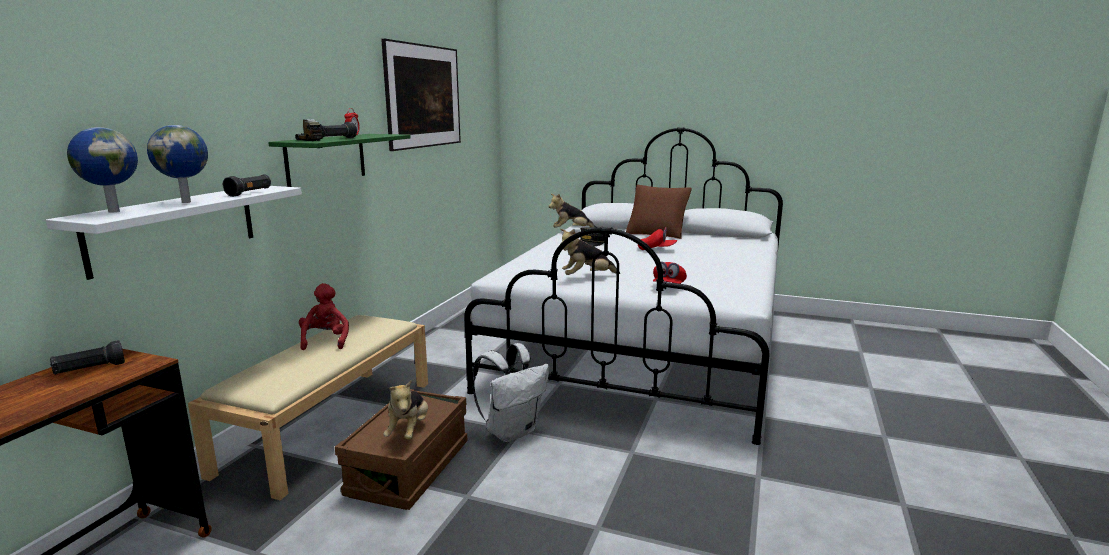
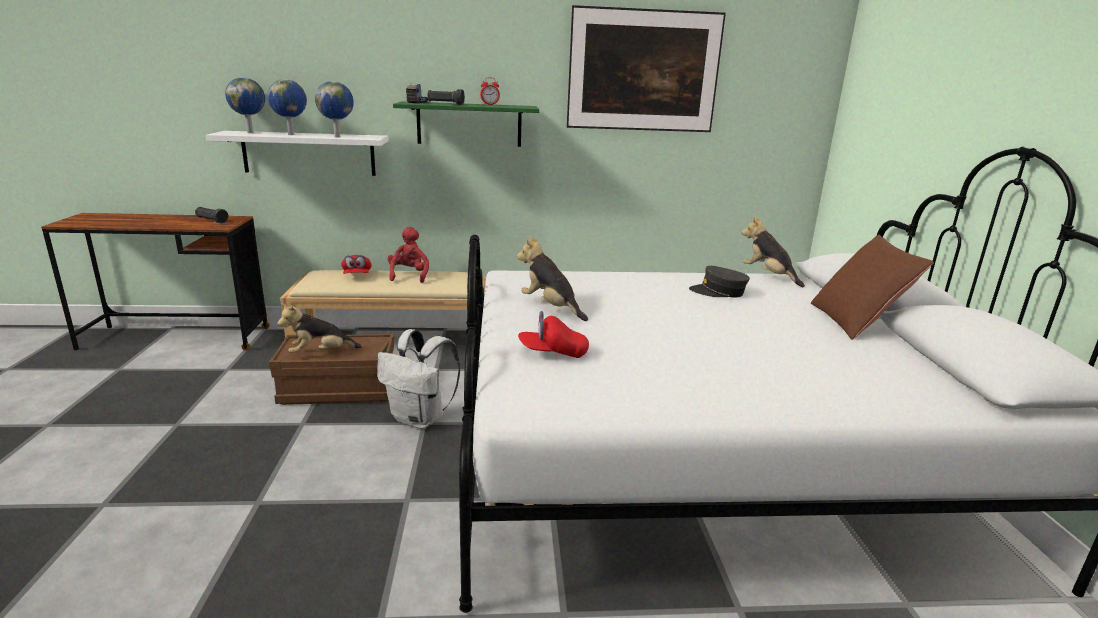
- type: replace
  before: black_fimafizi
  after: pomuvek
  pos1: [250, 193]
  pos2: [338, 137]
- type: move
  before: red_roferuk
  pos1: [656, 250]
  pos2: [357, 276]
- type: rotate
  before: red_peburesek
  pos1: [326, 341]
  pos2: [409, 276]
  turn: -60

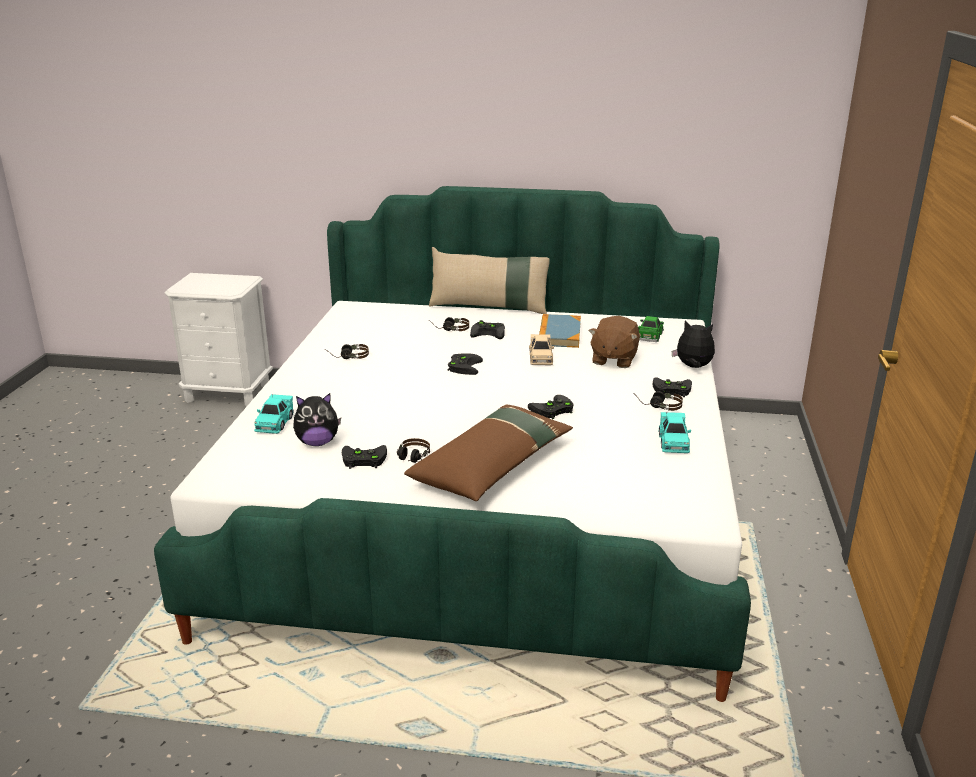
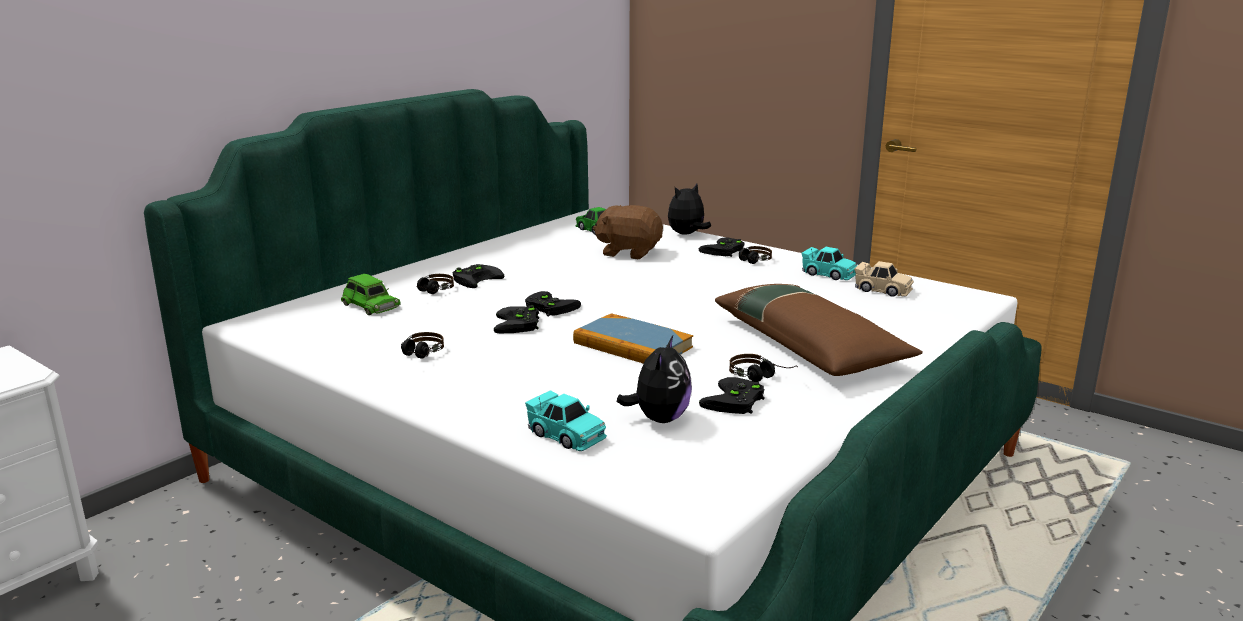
- type: insert
  after: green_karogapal
  pos2: [370, 305]
- type: move
  before: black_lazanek
  pos1: [552, 410]
  pos2: [519, 324]
- type: move
  before: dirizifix
  pos1: [559, 334]
  pos2: [632, 345]
- type: rotate
  before: brown_peburesek
  pos1: [613, 359]
  pos2: [629, 252]
  turn: 150
- type: move
  before: beige_karogapal
  pos1: [540, 358]
  pos2: [882, 290]
- type: delete
  before: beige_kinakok
  pos1: [489, 307]

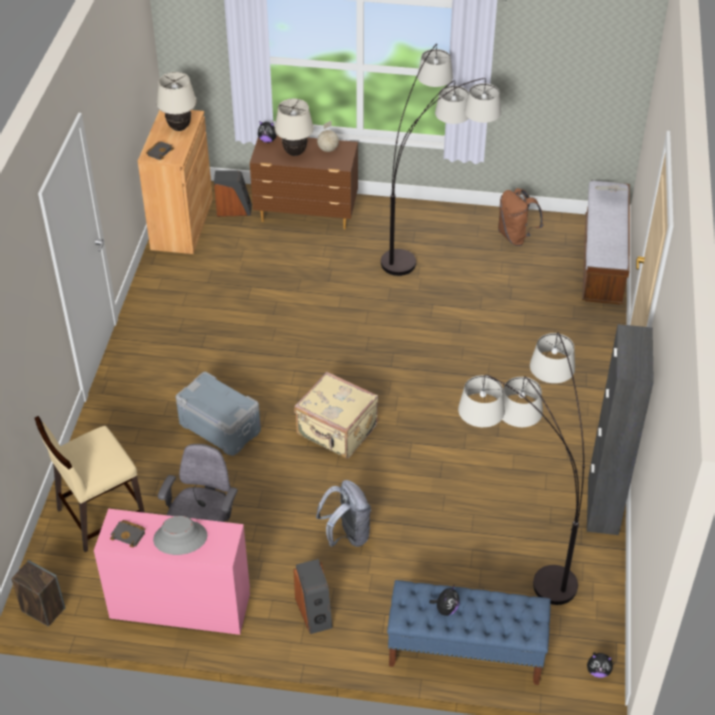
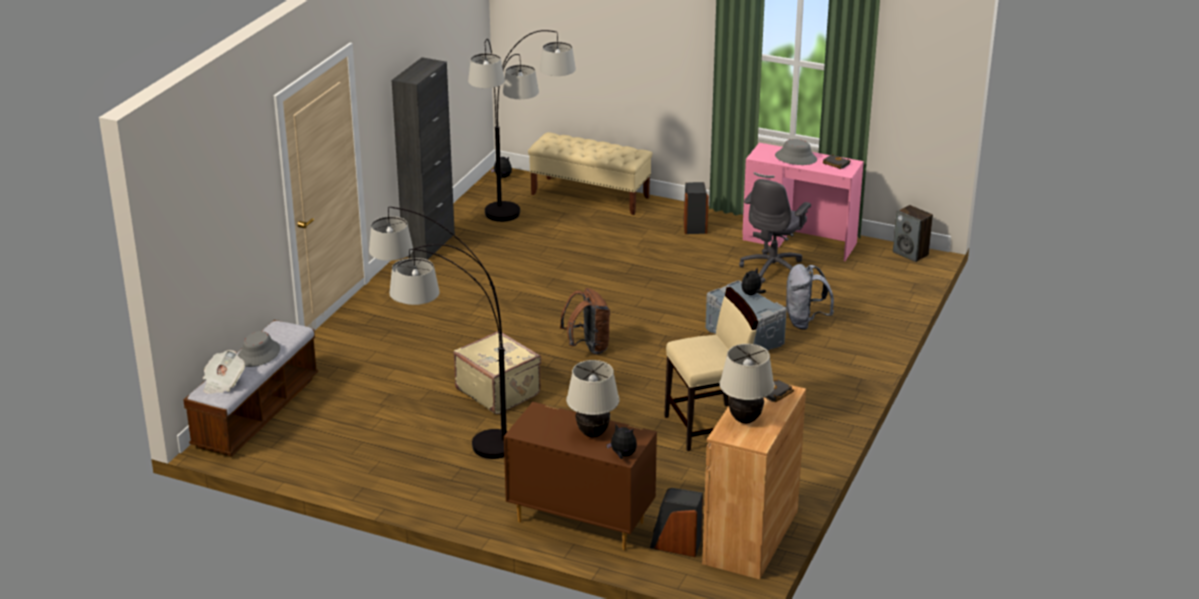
- type: insert
  after: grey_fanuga
  pos2: [259, 354]
- type: move
  before: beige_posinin
  pos1: [336, 431]
  pos2: [499, 391]
- type: recolor
  before: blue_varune
  after: beige_varune
  pos1: [465, 652]
  pos2: [590, 196]
- type: move
  before: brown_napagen
  pos1: [516, 237]
  pos2: [588, 347]
- type: move
  before: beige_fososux
  pos1: [100, 515]
  pos2: [709, 427]
- type: move
  before: peburesek
  pos1: [445, 609]
  pos2: [752, 294]
- type: move
  before: grey_napagen
  pos1: [346, 535]
  pos2: [805, 322]
- type: delete
  before: pomuvek
  pos1: [328, 149]

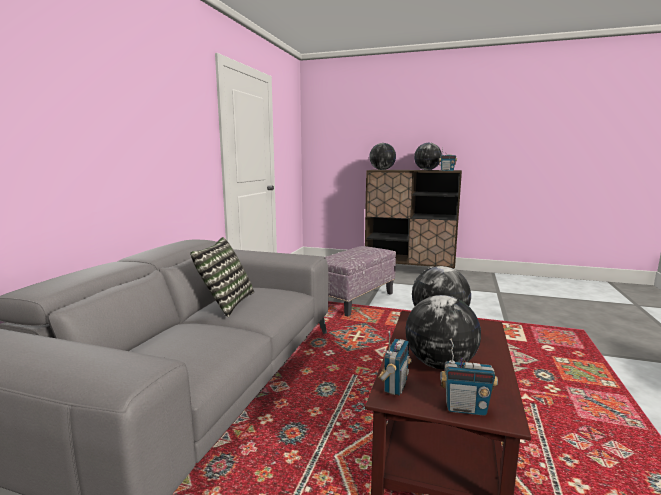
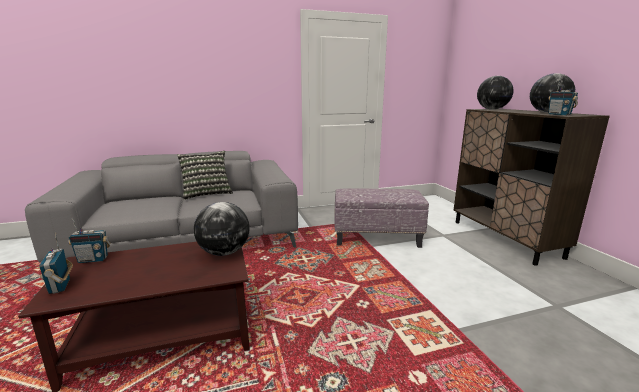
- type: delete
  before: pomuvek
  pos1: [440, 365]

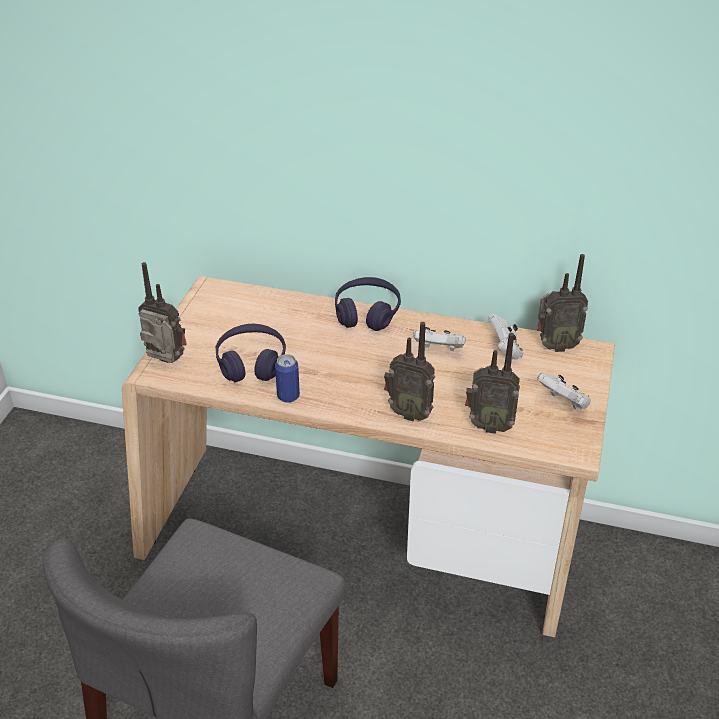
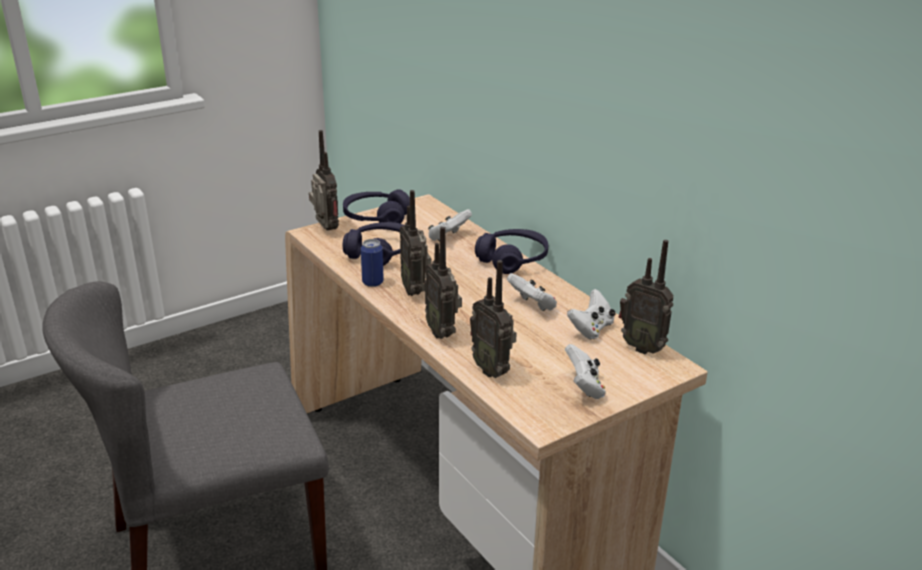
- type: insert
  after: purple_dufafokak
  pos2: [376, 218]
- type: insert
  after: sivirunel
  pos2: [415, 290]
- type: insert
  after: white_lazanek
  pos2: [448, 237]

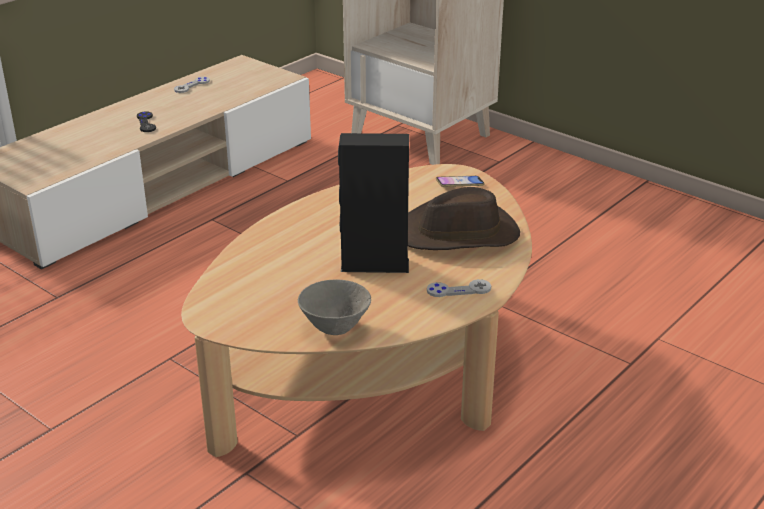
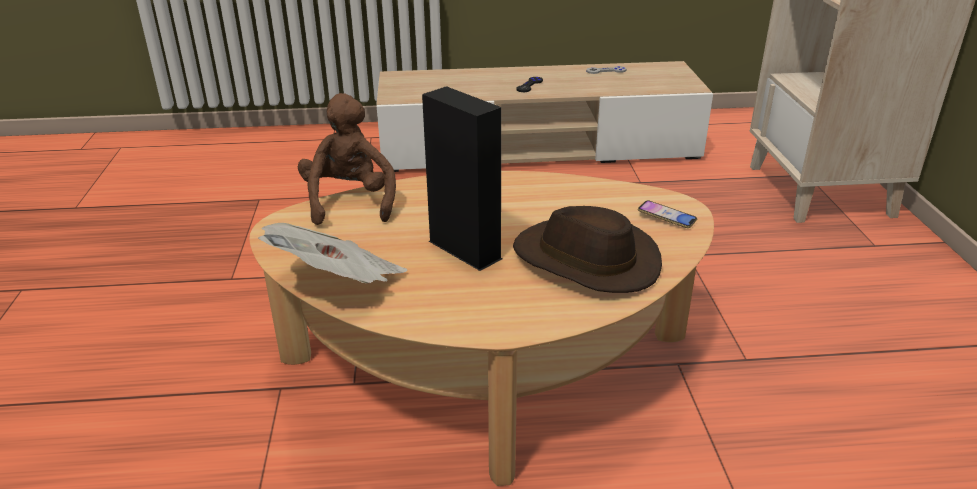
- type: replace
  before: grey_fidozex
  after: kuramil
  pos1: [334, 328]
  pos2: [339, 283]
- type: insert
  after: brown_peburesek
  pos2: [350, 202]
- type: delete
  before: grey_lazanek
  pos1: [458, 290]

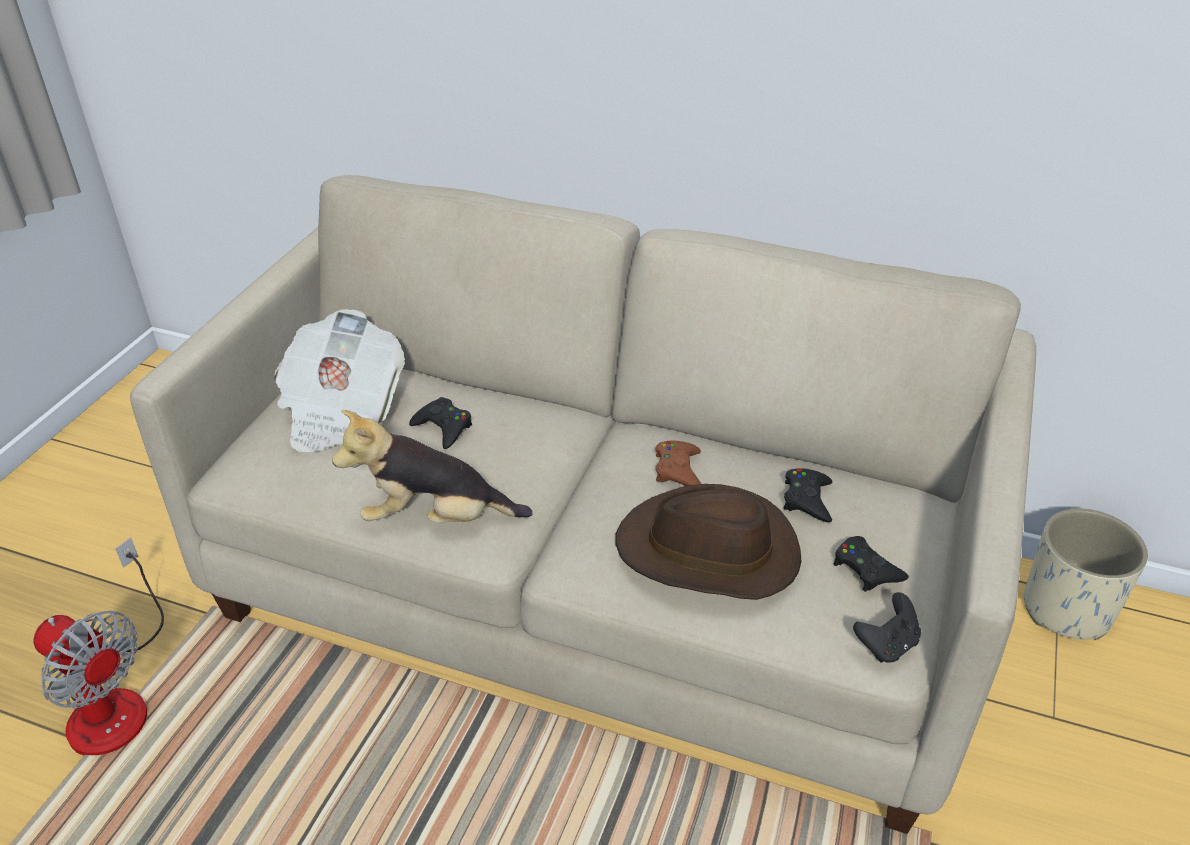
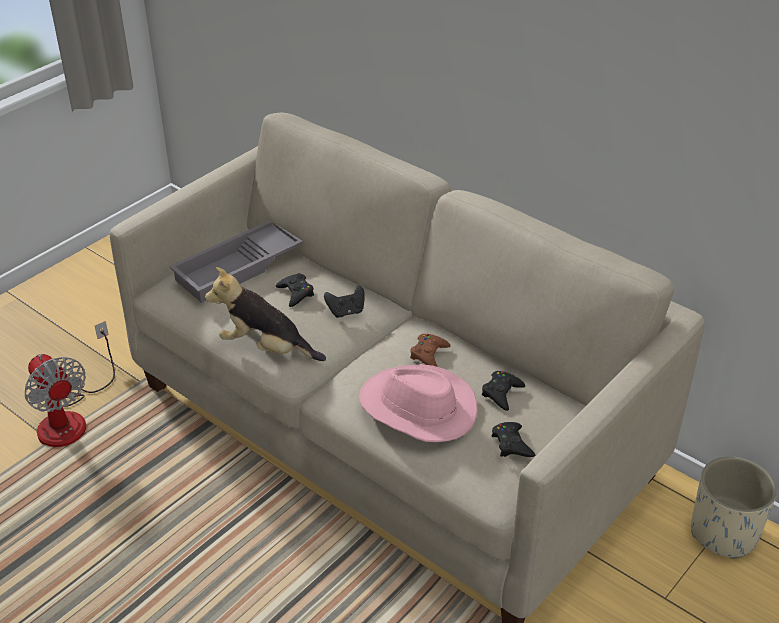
- type: replace
  before: kuramil
  after: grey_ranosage
  pos1: [341, 411]
  pos2: [238, 268]
- type: move
  before: black_lazanek
  pos1: [886, 645]
  pos2: [346, 312]
- type: recolor
  before: brown_fanuga
  after: pink_fanuga
  pos1: [708, 552]
  pos2: [417, 408]

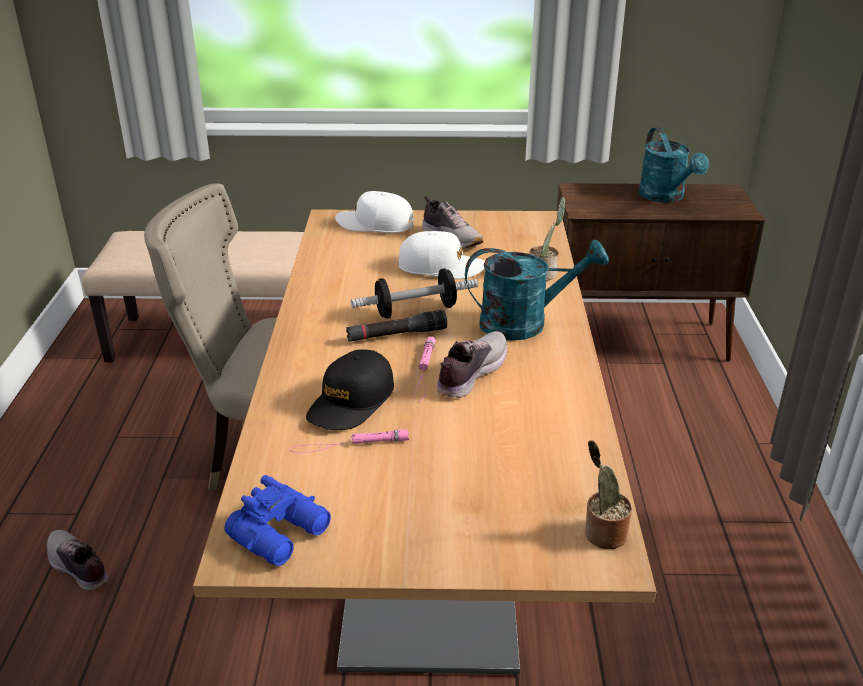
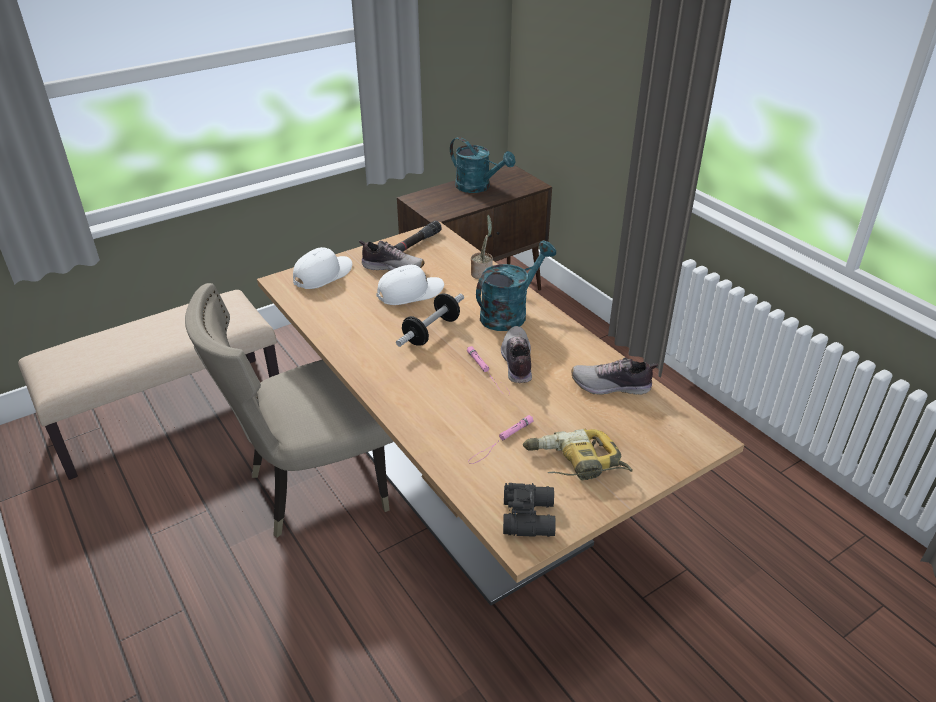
- type: rotate
  before: white_roferuk
  pos1: [375, 224]
  pos2: [323, 274]
  turn: 150
- type: move
  before: black_fimafizi
  pos1: [396, 335]
  pos2: [417, 243]
- type: recolor
  before: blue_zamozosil
  after: black_zamozosil
  pos1: [282, 533]
  pos2: [530, 516]
- type: insert
  after: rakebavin
  pos2: [574, 463]
- type: move
  before: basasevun
  pos1: [78, 568]
  pos2: [611, 386]
- type: delete
  before: black_roferuk
  pos1: [351, 402]
- type: delete
  before: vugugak
  pos1: [602, 533]

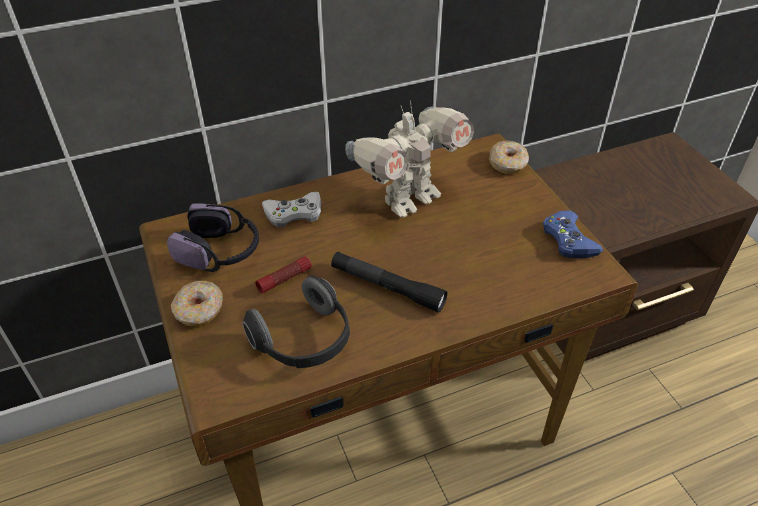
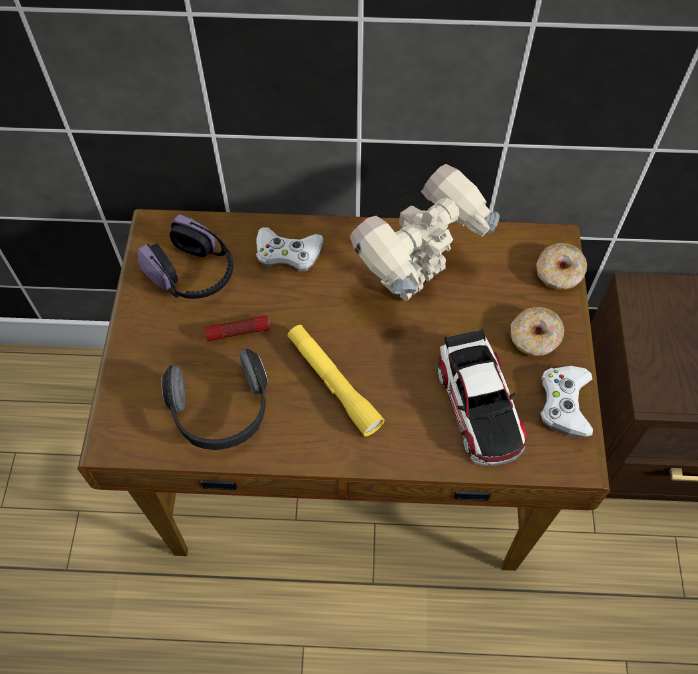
- type: recolor
  before: black_fimafizi
  after: yellow_fimafizi
  pos1: [387, 287]
  pos2: [333, 383]
- type: rotate
  before: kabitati
  pos1: [408, 199]
  pos2: [417, 279]
  turn: 150
- type: insert
  after: karogapal
  pos2: [479, 404]
- type: move
  before: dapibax
  pos1: [199, 310]
  pos2: [535, 337]
- type: recolor
  before: blue_lazanek
  after: white_lazanek
  pos1: [569, 240]
  pos2: [564, 403]

